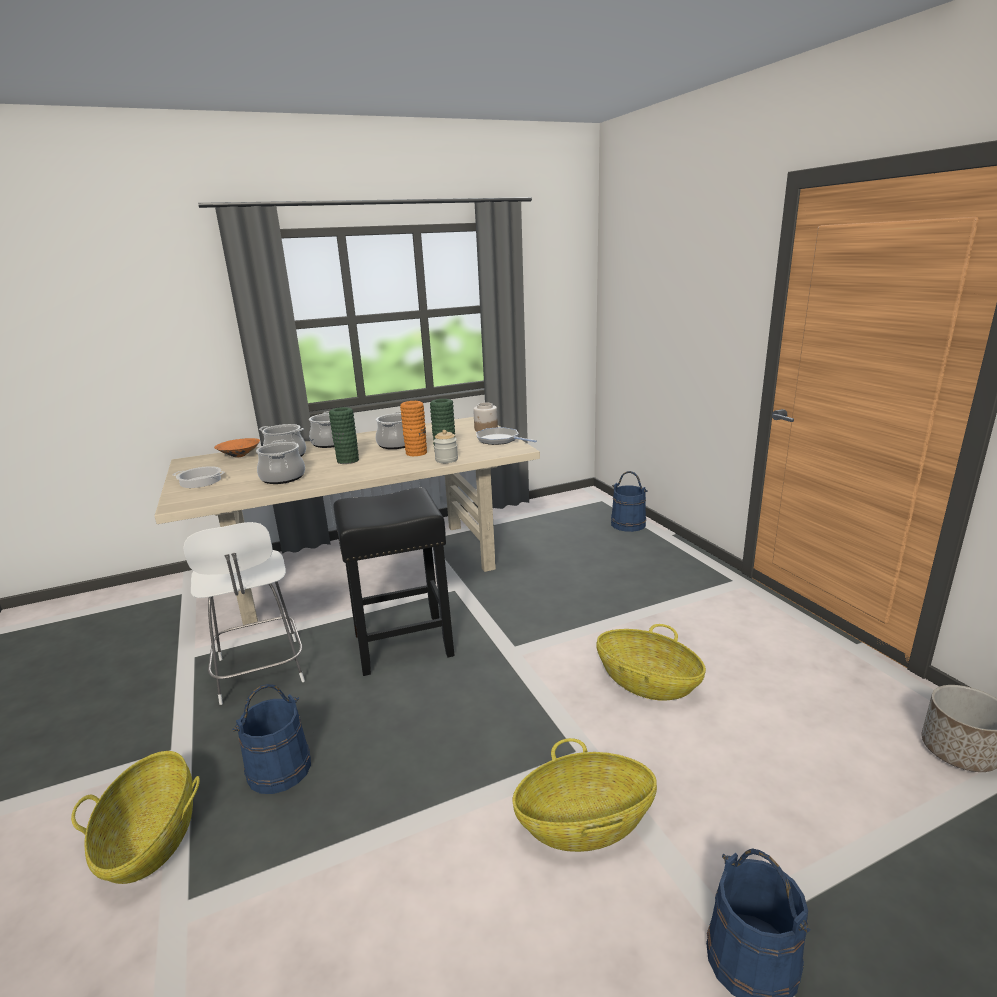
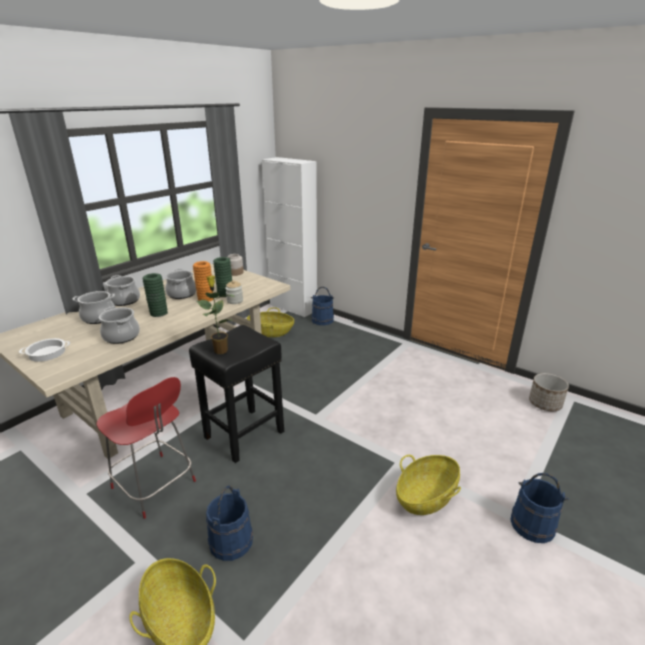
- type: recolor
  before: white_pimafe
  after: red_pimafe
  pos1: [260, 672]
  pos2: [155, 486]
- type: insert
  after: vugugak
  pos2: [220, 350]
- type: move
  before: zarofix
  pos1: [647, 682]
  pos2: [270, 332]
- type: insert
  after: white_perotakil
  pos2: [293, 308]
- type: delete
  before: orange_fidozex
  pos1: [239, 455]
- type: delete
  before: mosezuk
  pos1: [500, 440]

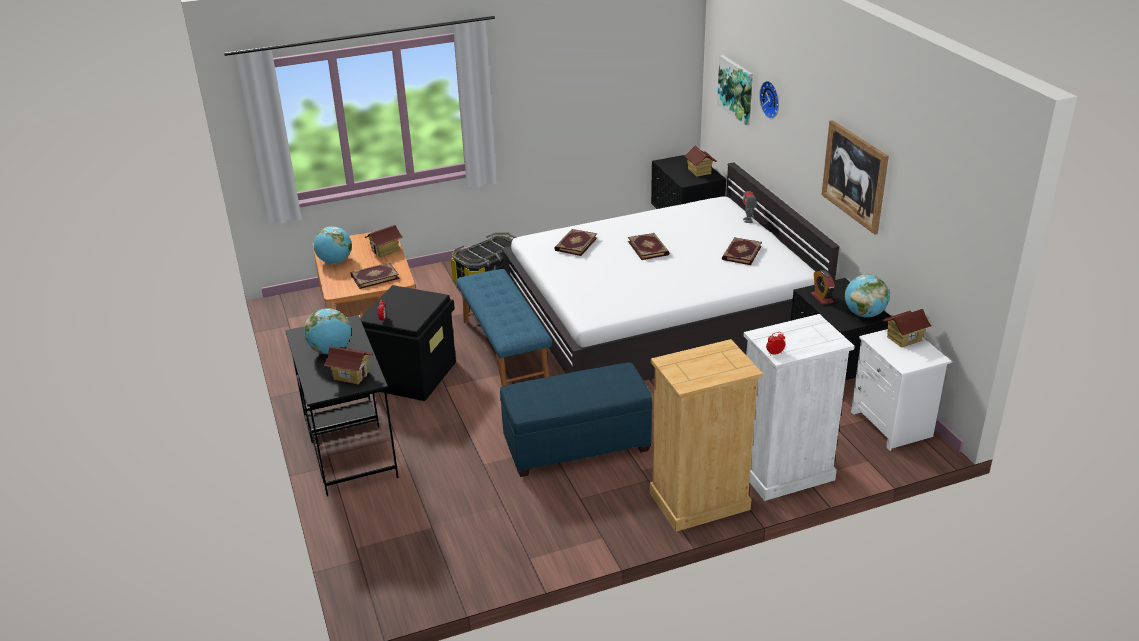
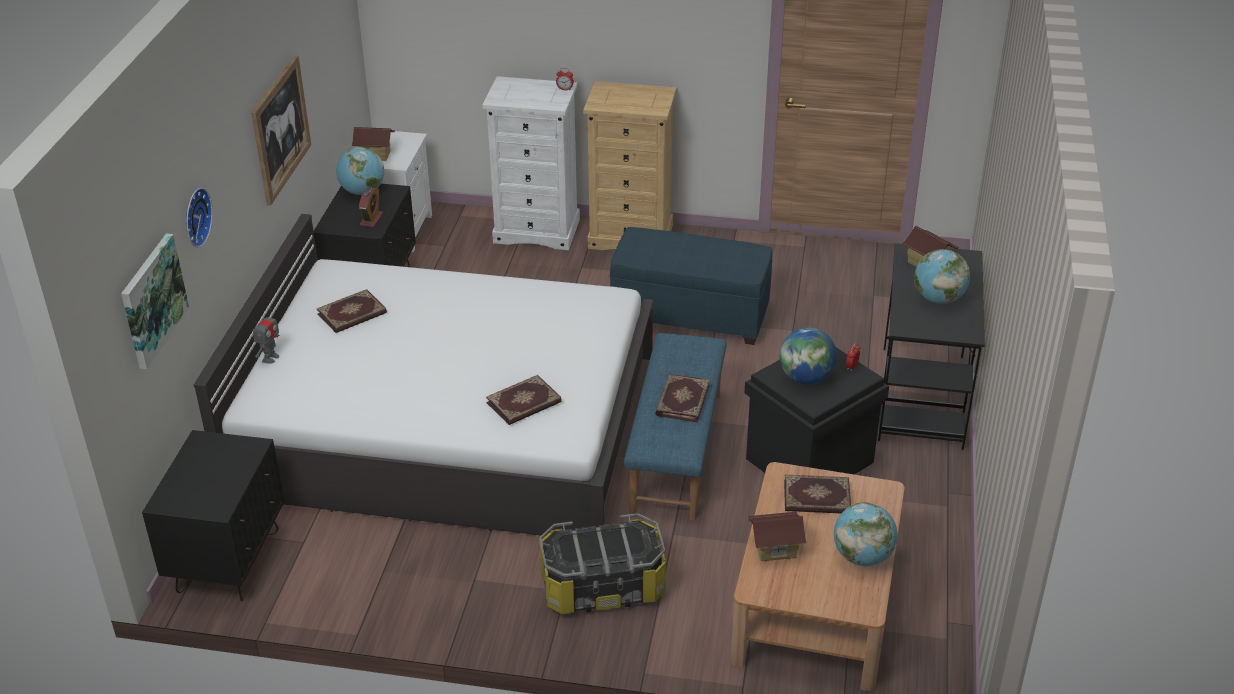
- type: move
  before: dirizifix
  pos1: [649, 248]
  pos2: [681, 400]
- type: insert
  after: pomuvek
  pos2: [806, 378]
- type: delete
  before: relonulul
  pos1: [699, 171]

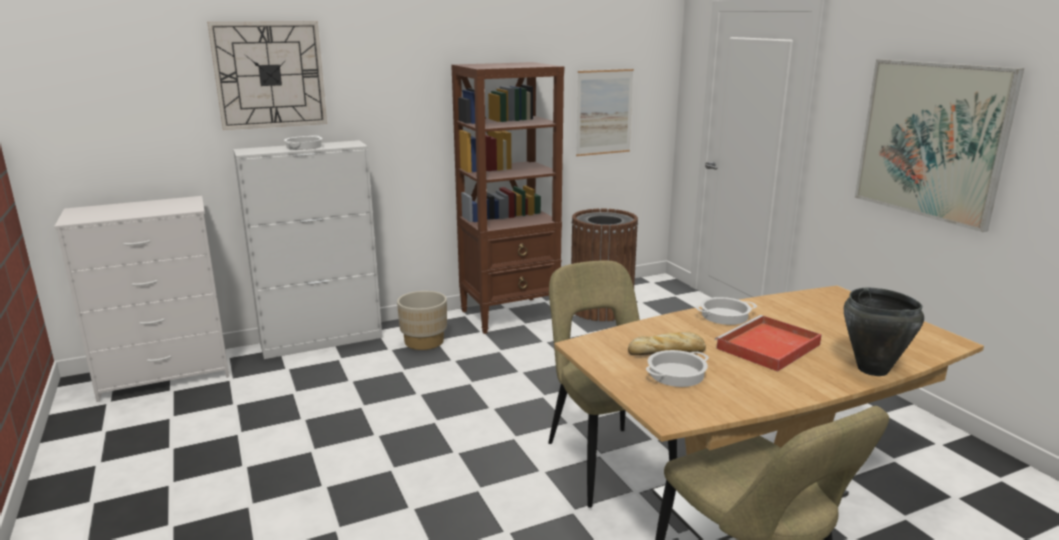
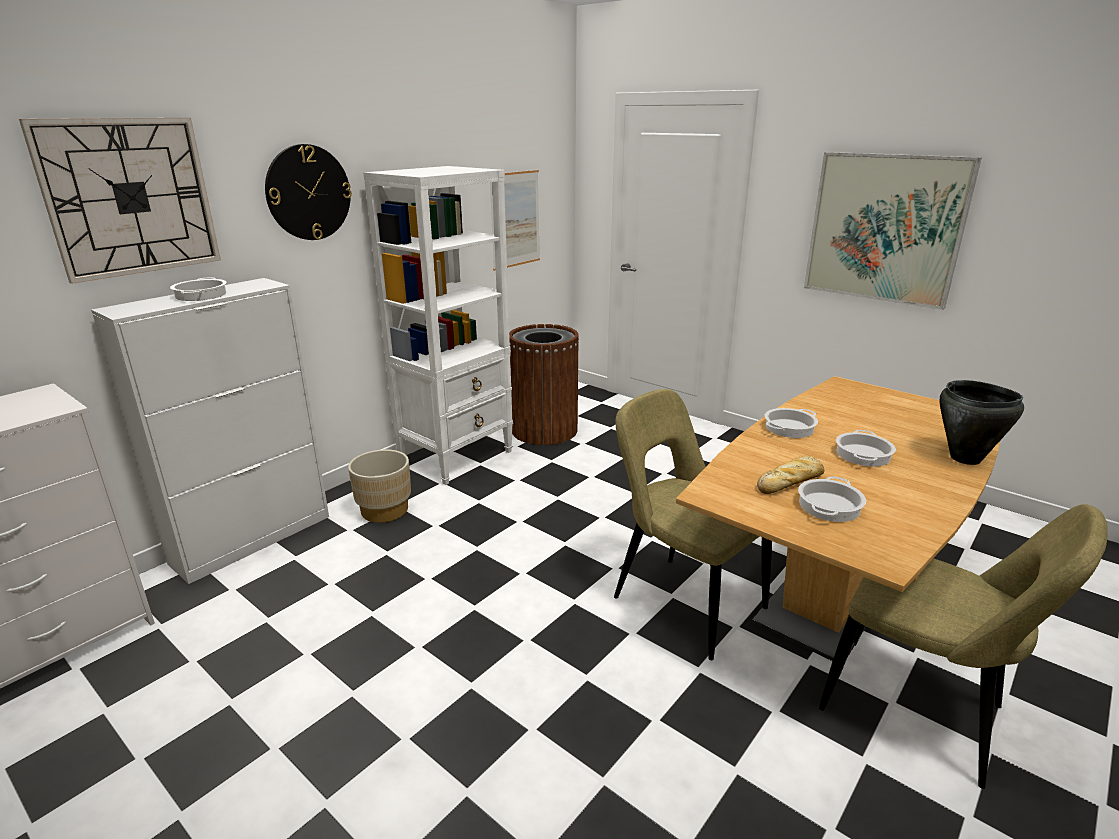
- type: insert
  after: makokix
  pos2: [308, 193]
- type: recolor
  before: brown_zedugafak
  after: white_zedugafak
  pos1: [510, 315]
  pos2: [457, 456]
- type: replace
  before: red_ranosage
  after: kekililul
  pos1: [767, 347]
  pos2: [863, 455]

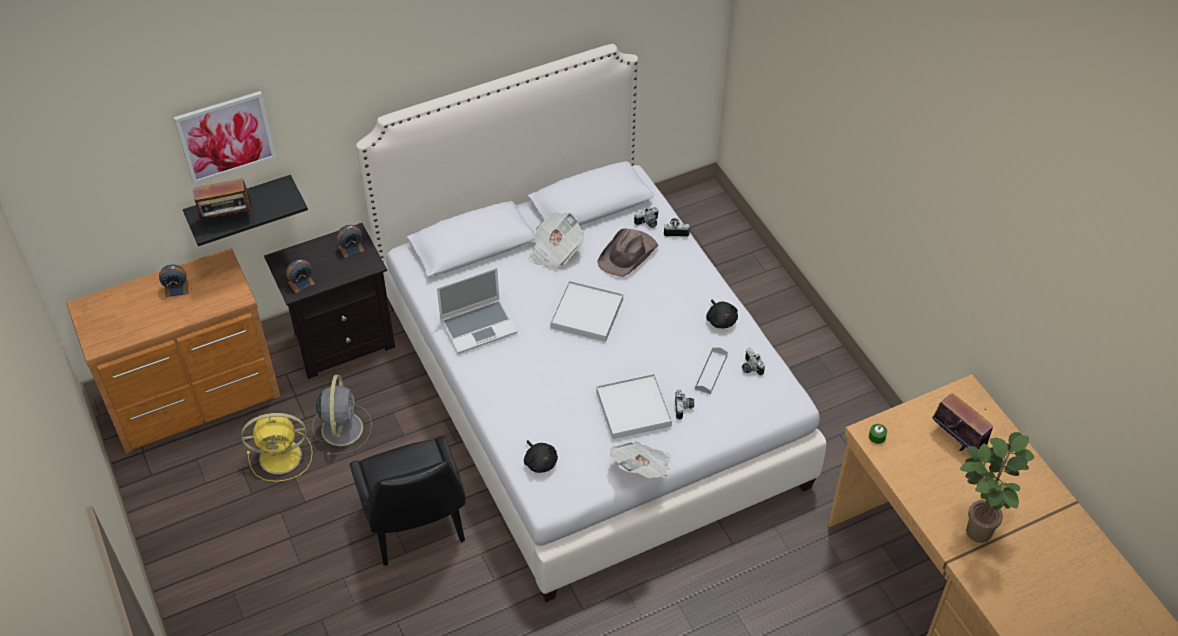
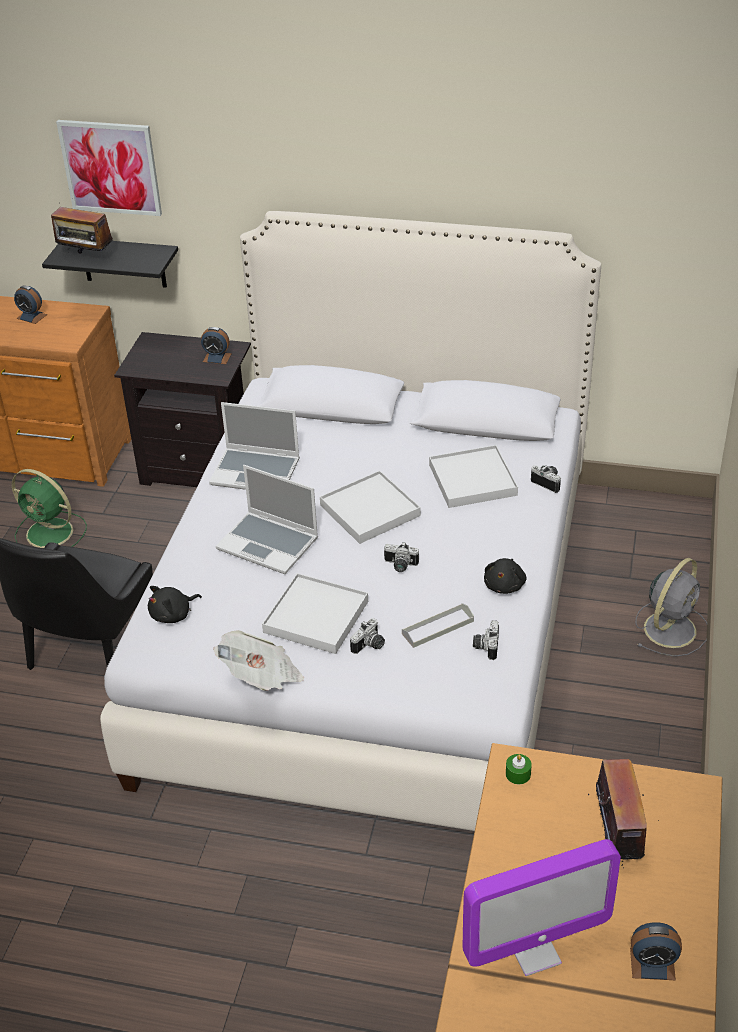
- type: recolor
  before: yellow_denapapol
  after: green_denapapol
  pos1: [282, 456]
  pos2: [51, 533]
- type: rotate
  before: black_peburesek
  pos1: [540, 462]
  pos2: [173, 615]
  turn: 45
- type: insert
  after: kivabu
  pos2: [269, 544]
- type: move
  before: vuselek
  pos1: [648, 223]
  pos2: [400, 566]
- type: replace
  before: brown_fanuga
  after: white_ranosage
  pos1: [628, 254]
  pos2: [473, 480]
- type: replace
  before: vugugak
  after: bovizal
  pos1: [976, 527]
  pos2: [534, 951]
- type: move
  before: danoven
  pos1: [301, 283]
  pos2: [652, 964]
- type: move
  before: grey_denapapol
  pos1: [342, 427]
  pos2: [671, 628]
- type: delete
  before: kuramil
  pos1: [554, 251]

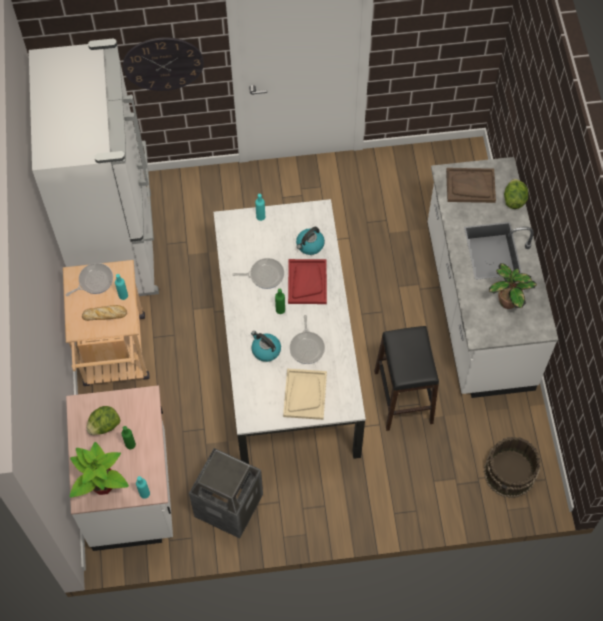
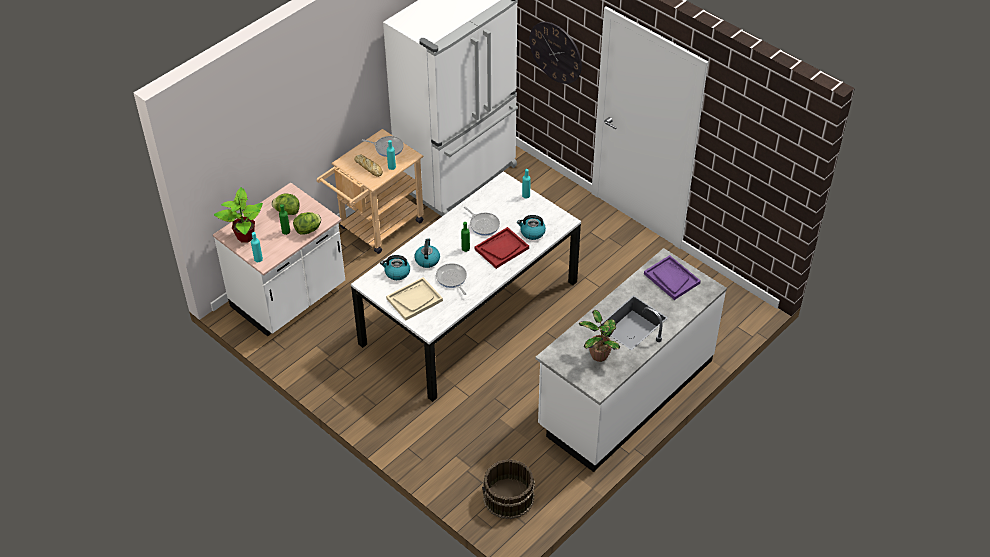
- type: move
  before: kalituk
  pos1: [514, 199]
  pos2: [308, 230]
- type: insert
  after: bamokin
  pos2: [397, 273]
- type: rotate
  before: mosezuk
  pos1: [307, 347]
  pos2: [452, 279]
  turn: 105
- type: recolor
  before: brown_ranosage
  after: purple_ranosage
  pos1: [470, 186]
  pos2: [671, 278]
- type: delete
  before: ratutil
  pos1: [229, 505]
- type: delete
  before: black_pimafe
  pos1: [403, 397]

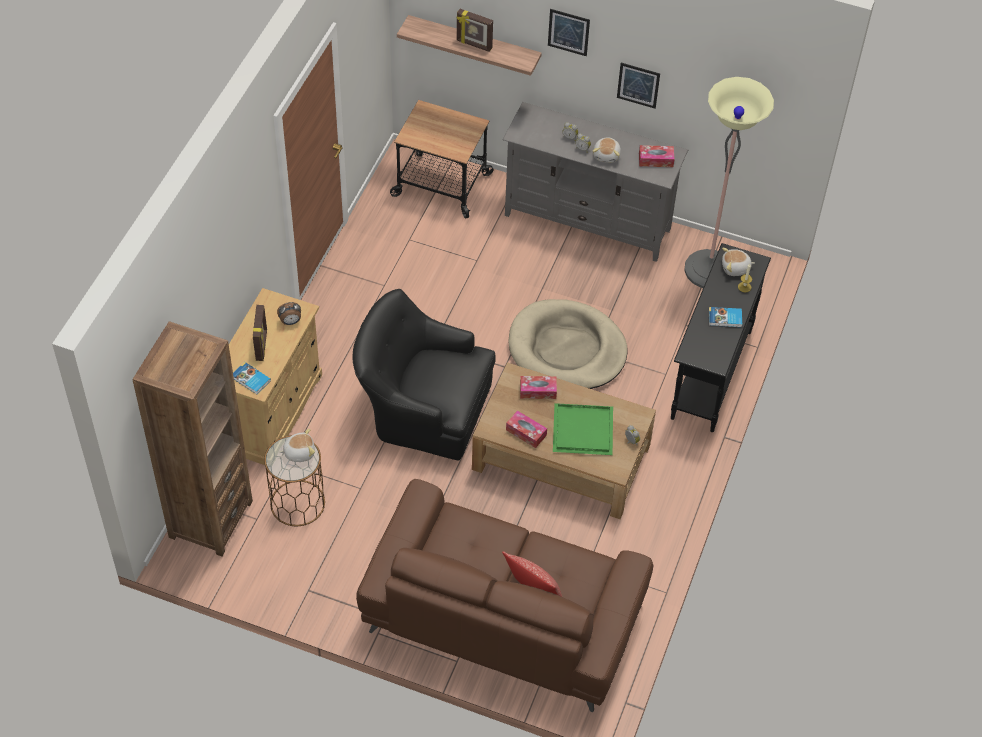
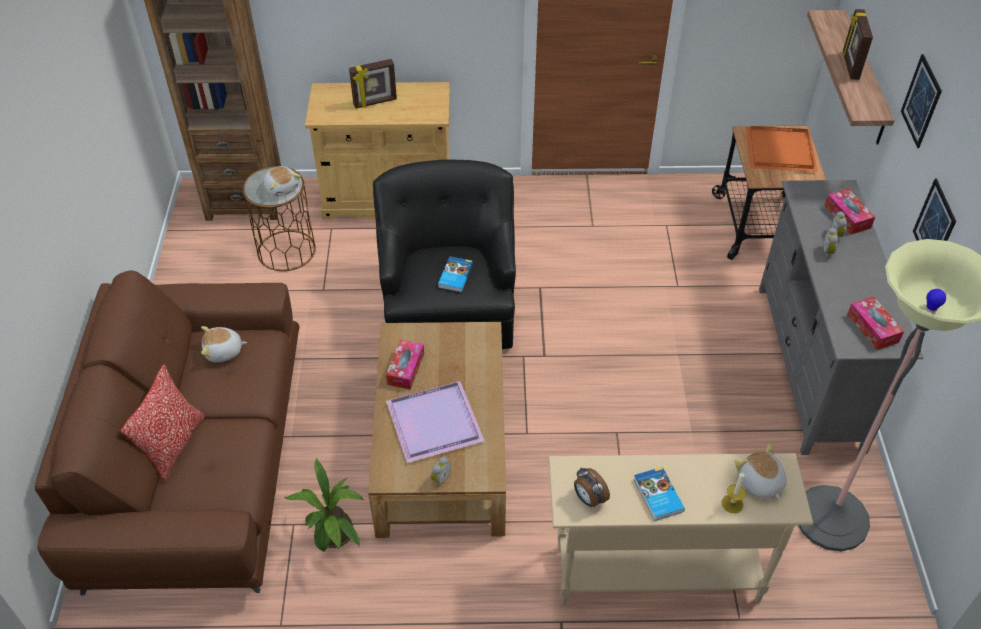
- type: move
  before: peburesek
  pos1: [607, 155]
  pos2: [223, 352]
- type: insert
  after: vugugak
  pos2: [334, 537]
- type: recolor
  before: green_ranosage
  after: purple_ranosage
  pos1: [581, 431]
  pos2: [432, 422]
- type: move
  before: dirizifix
  pos1: [250, 380]
  pos2: [454, 276]
- type: recolor
  before: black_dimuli
  after: beige_dimuli
  pos1: [710, 375]
  pos2: [656, 573]
- type: move
  before: danoven
  pos1: [290, 322]
  pos2: [588, 499]
- type: insert
  after: orange_ranosage
  pos2: [778, 150]
- type: move
  before: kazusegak
  pos1: [538, 391]
  pos2: [847, 217]
- type: delete
  before: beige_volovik
  pos1: [567, 349]

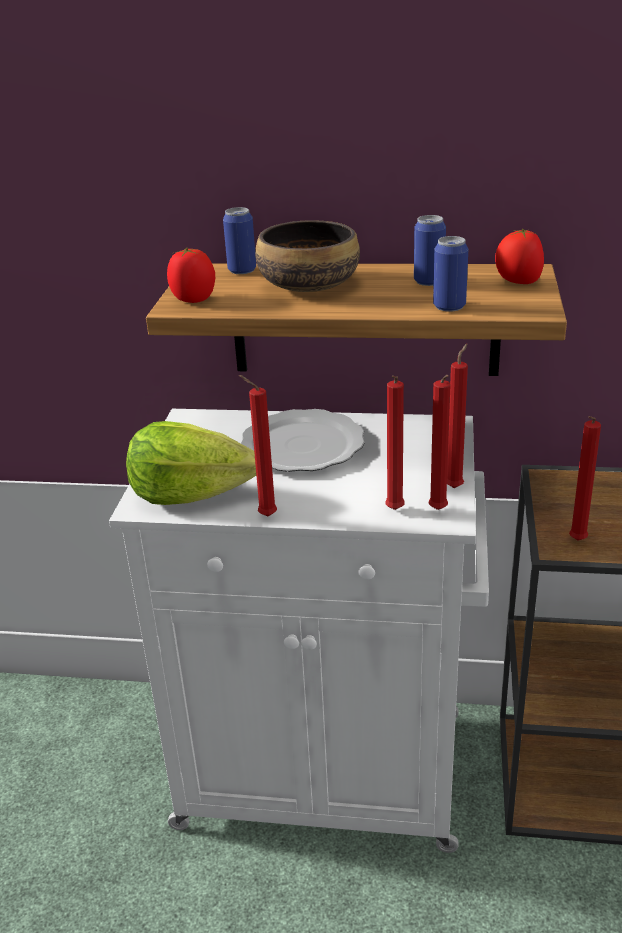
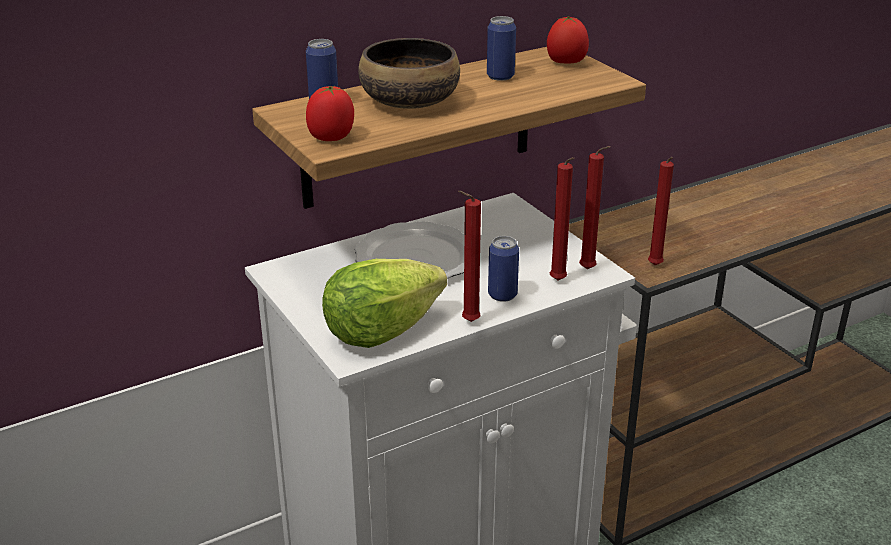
- type: move
  before: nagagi
  pos1: [449, 306]
  pos2: [502, 295]
- type: delete
  before: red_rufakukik
  pos1: [455, 486]

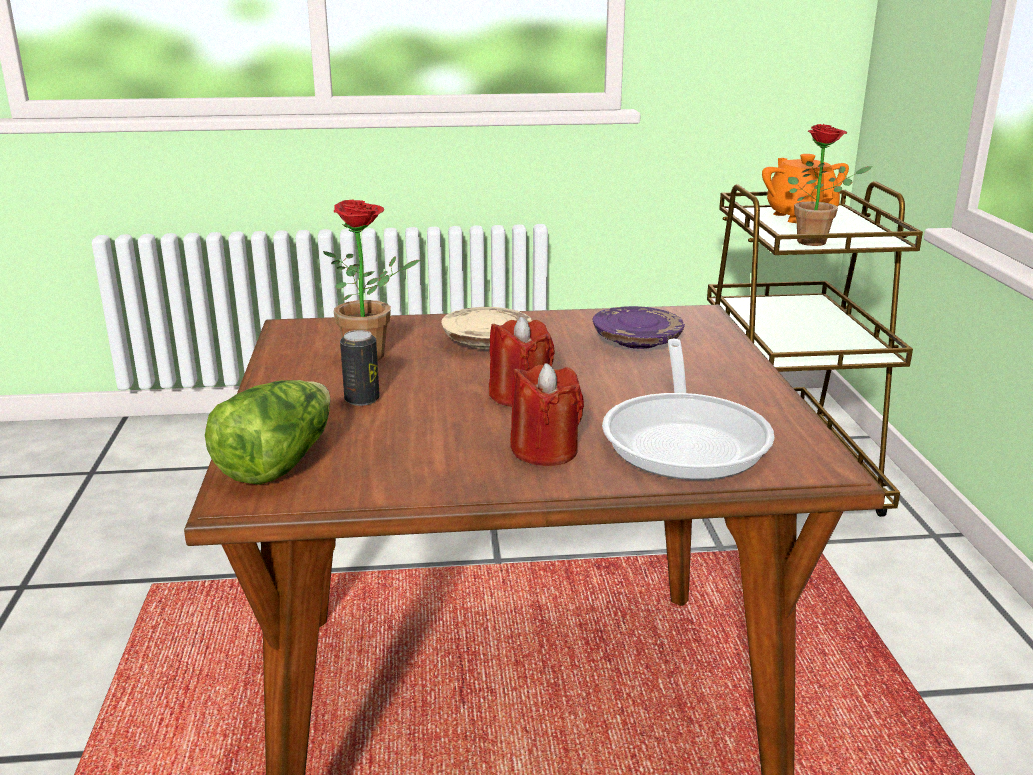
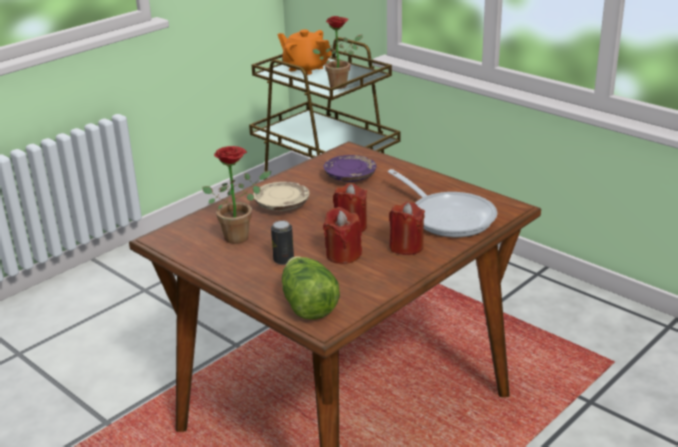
- type: insert
  after: red_rufakukik
  pos2: [343, 255]

